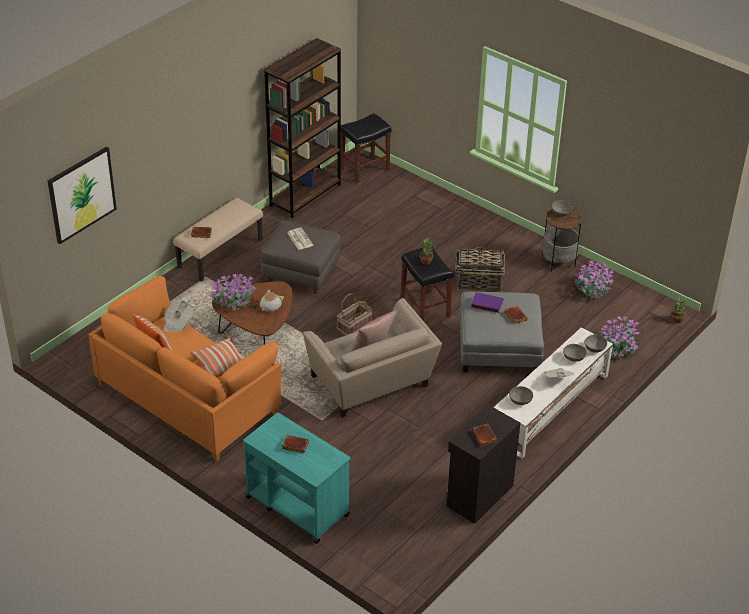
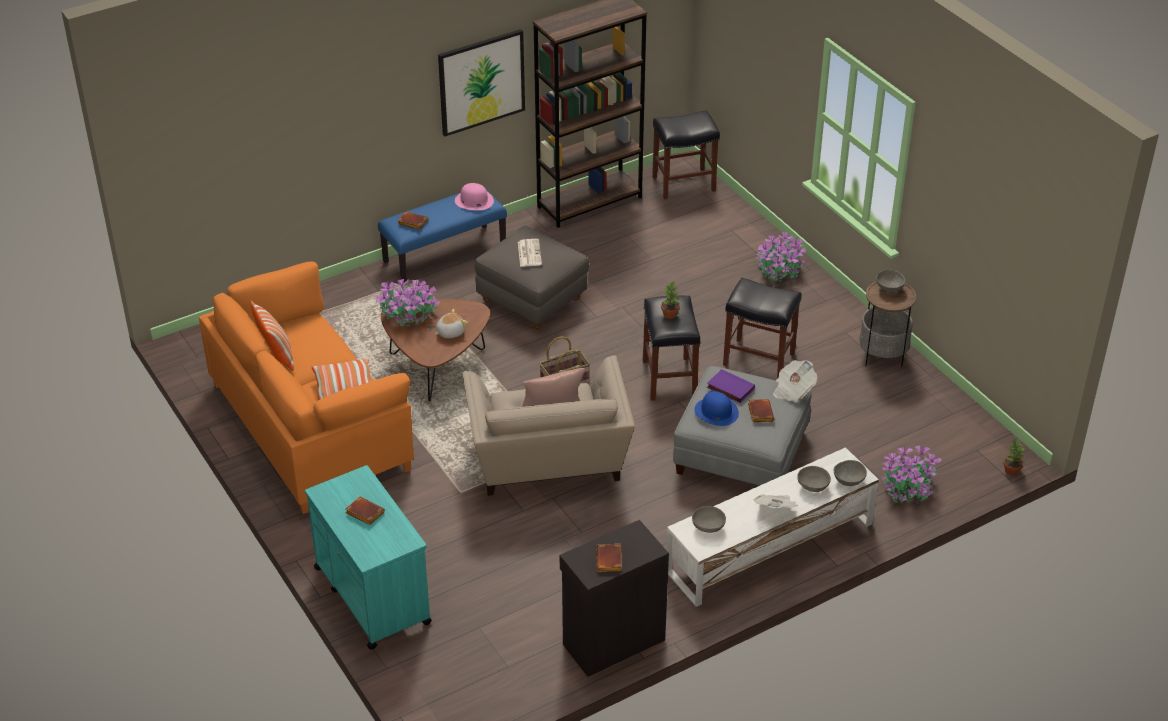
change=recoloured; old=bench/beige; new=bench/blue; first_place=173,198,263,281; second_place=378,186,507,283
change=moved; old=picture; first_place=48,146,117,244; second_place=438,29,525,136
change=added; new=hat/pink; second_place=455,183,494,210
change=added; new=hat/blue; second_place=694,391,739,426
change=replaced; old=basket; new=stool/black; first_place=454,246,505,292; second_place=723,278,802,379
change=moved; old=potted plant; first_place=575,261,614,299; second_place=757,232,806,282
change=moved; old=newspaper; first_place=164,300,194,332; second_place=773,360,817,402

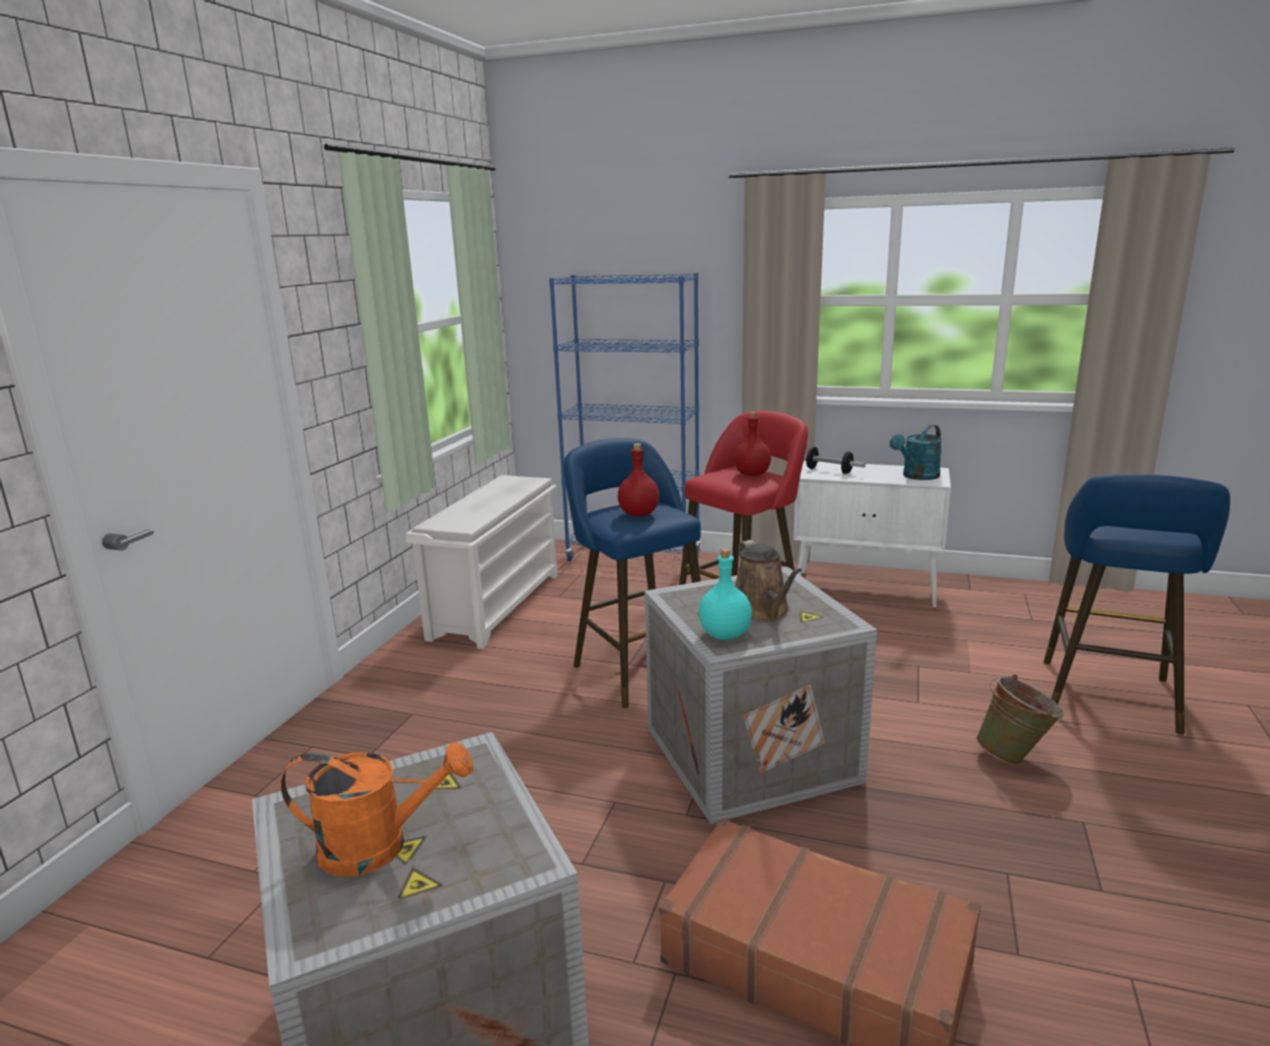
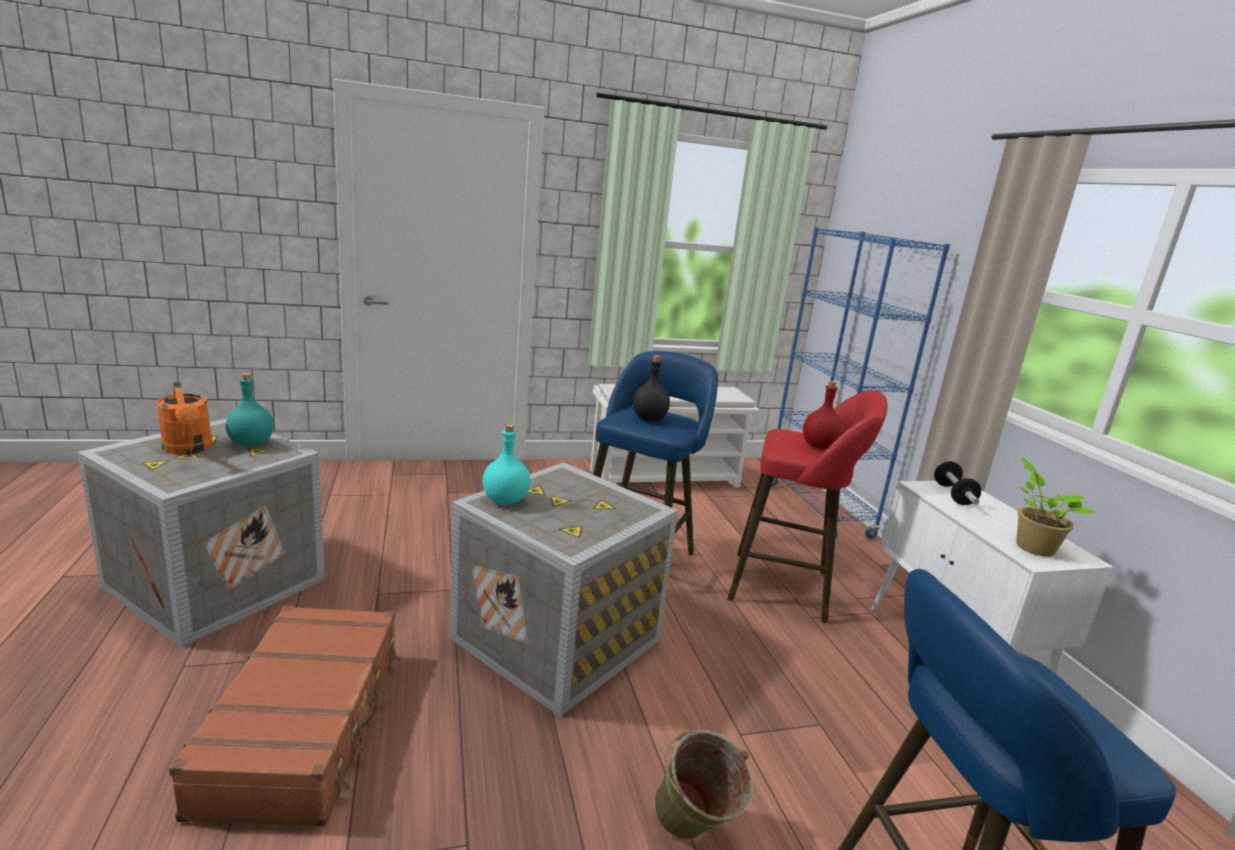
change=added; new=bottle/turquoise; second_place=226,373,274,447
change=recoloured; old=bottle/red; new=bottle/black; first_place=618,443,660,516; second_place=633,355,670,421
change=replaced; old=watering can/turquoise; new=potted plant; first_place=890,425,942,480; second_place=1016,457,1095,557
change=removed; old=watering can/brown; first_place=735,540,802,622

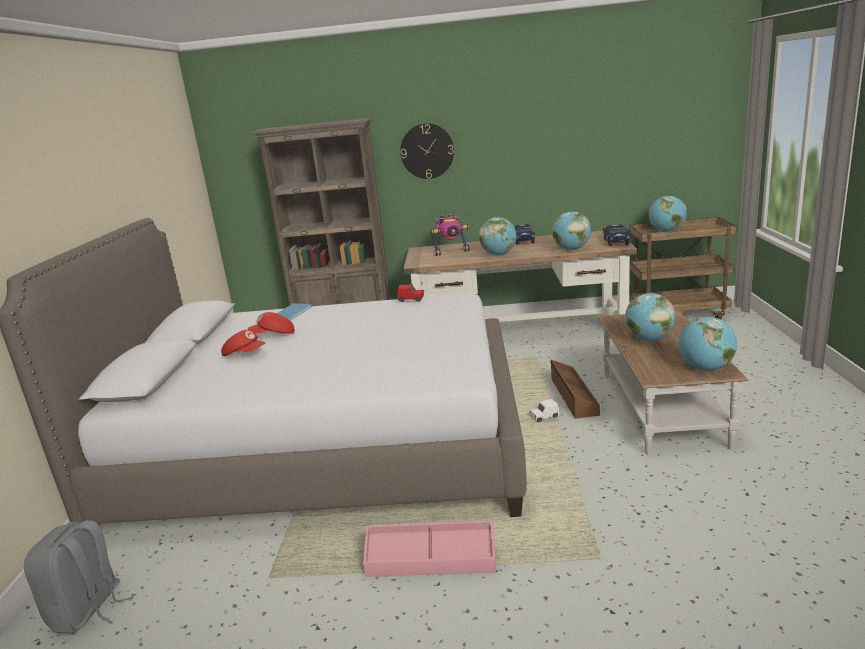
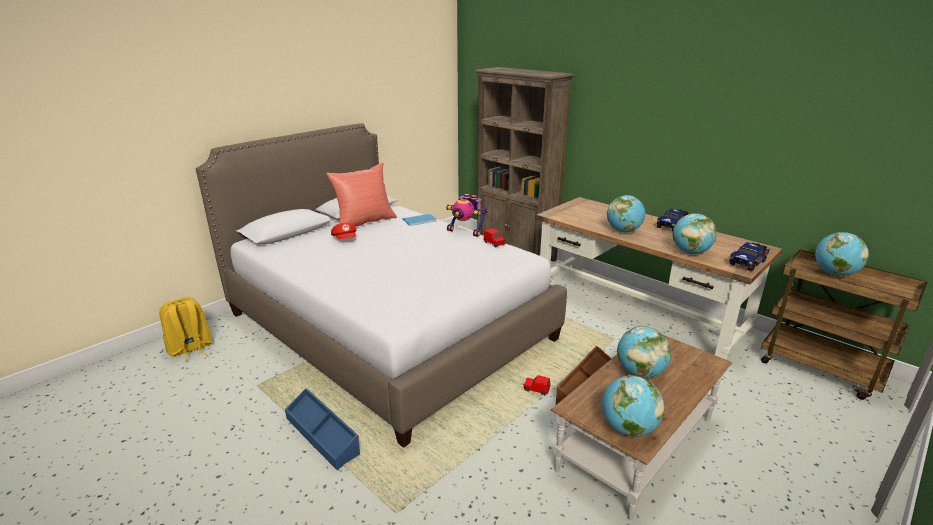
change=recoloured; old=backpack/grey; new=backpack/yellow; first_place=24,520,133,634; second_place=159,297,212,362
change=recoloured; old=storage box/pink; new=storage box/blue; first_place=363,520,496,577; second_place=285,388,360,470
change=added; new=pillow/red; second_place=326,162,397,227
change=moved; old=toy robot; first_place=429,214,470,256; second_place=446,194,488,237
change=recoloured; old=toy car/white; new=toy car/red; first_place=529,399,559,422; second_place=524,375,551,396
change=removed; old=cap/red; first_place=248,312,295,334
change=removed; old=wall clock; first_place=400,123,454,179

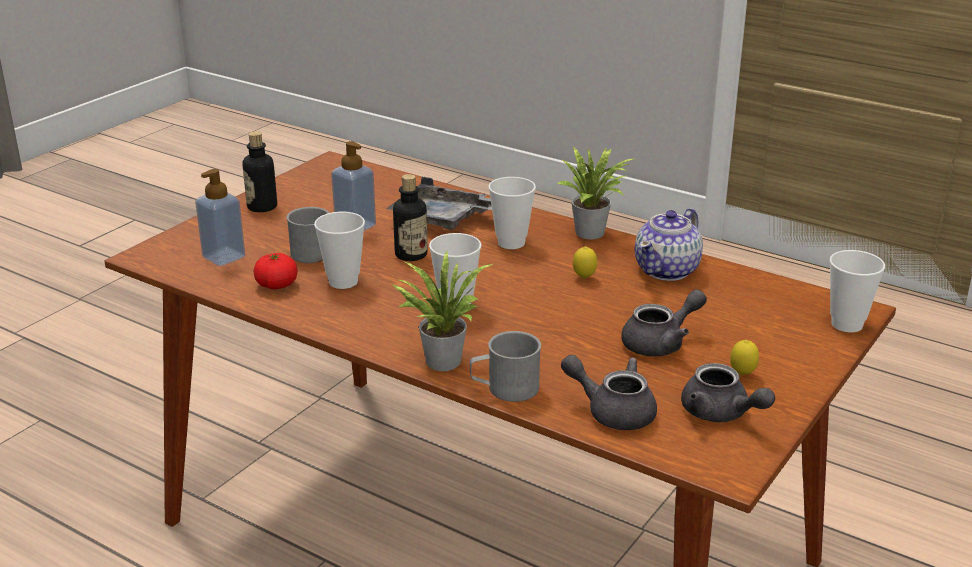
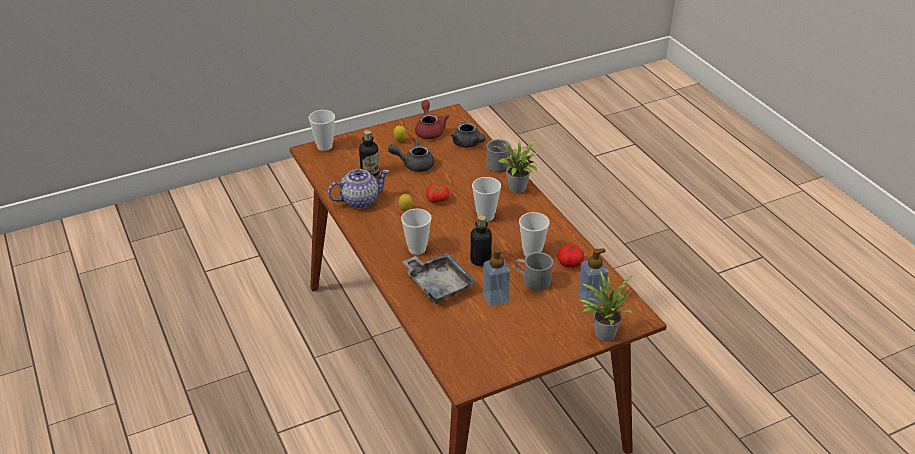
change=moved; old=bottle; first_place=242,131,277,212; second_place=359,130,379,177
change=recoloured; old=teapot/grey; new=teapot/red; first_place=681,363,775,422; second_place=415,100,449,139
change=added; new=tomato; second_place=426,183,449,203
change=moved; old=potted plant; first_place=557,146,635,239; second_place=578,271,633,341

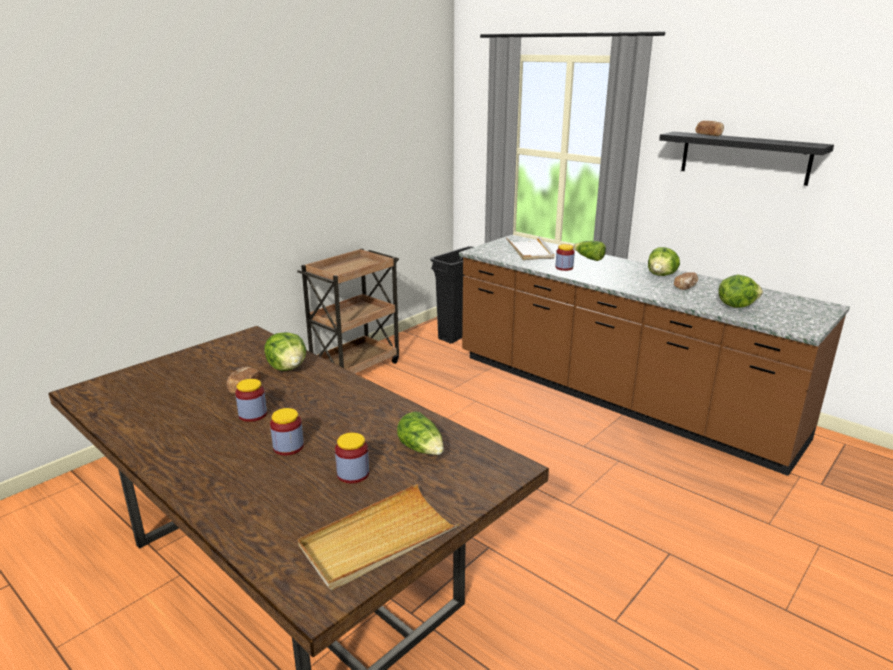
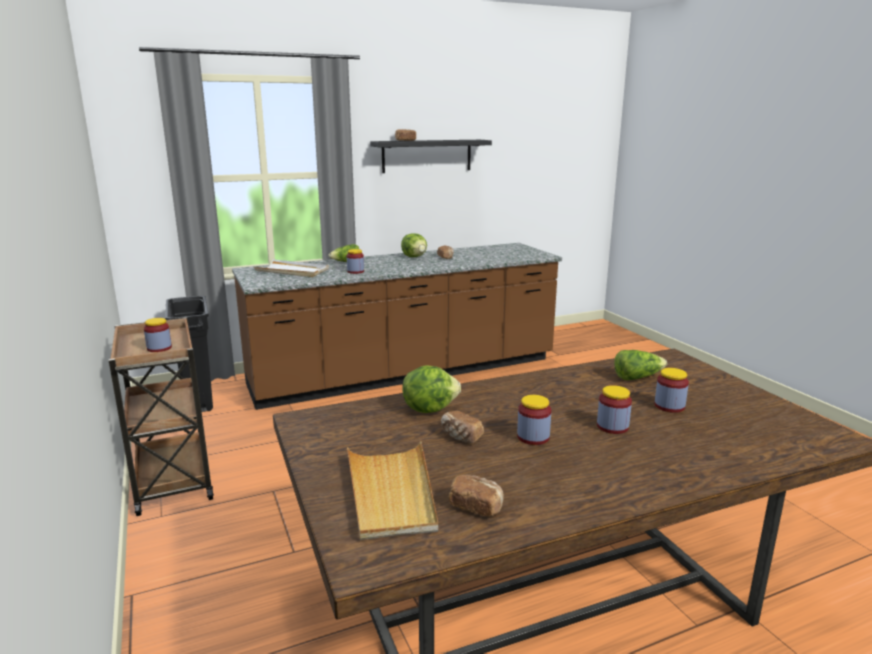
change=added; new=jar; second_place=144,318,172,352
change=moved; old=tray/beige; first_place=298,484,460,590; second_place=347,441,438,540
change=added; new=bread; second_place=448,475,504,517
change=removed; old=lettuce; first_place=718,275,763,308

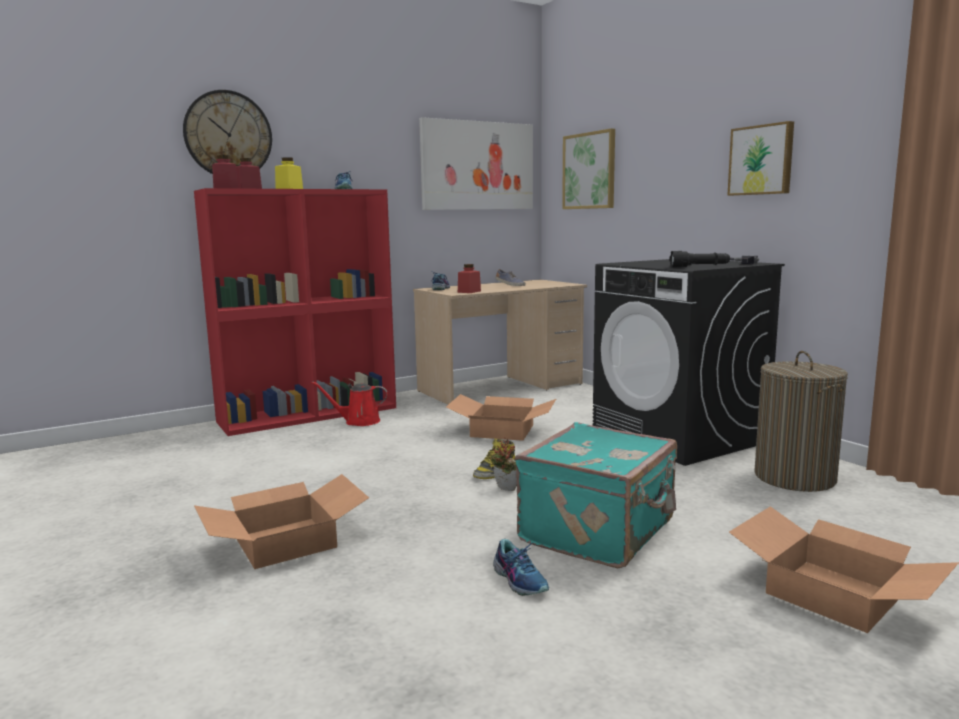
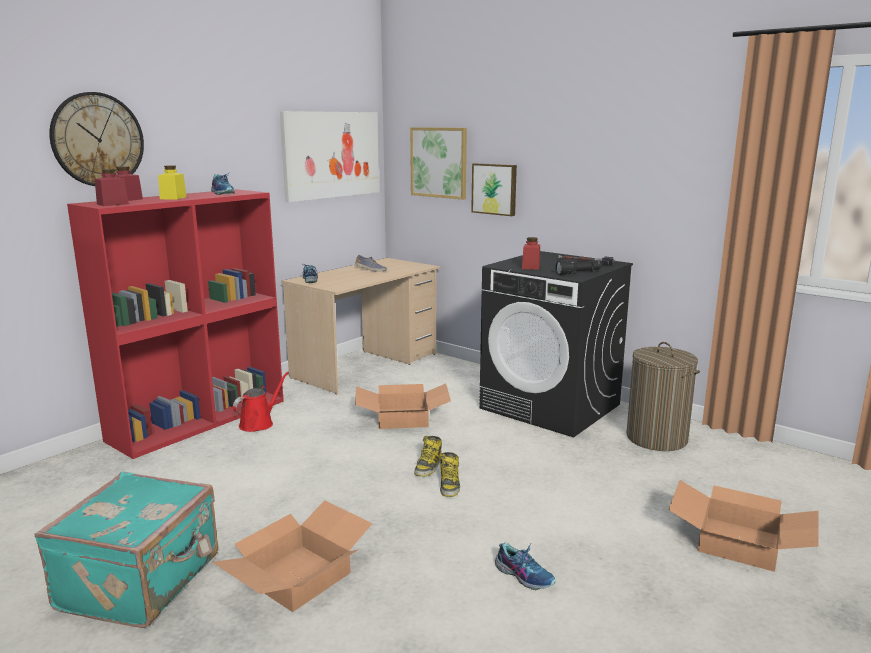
change=moved; old=suitcase/turquoise; first_place=515,422,677,568; second_place=35,472,218,628
change=turned; old=watering can/red; first_place=312,382,388,426; second_place=233,372,289,432; degrees=150
change=replaced; old=potted plant; new=boot; first_place=490,437,517,491; second_place=439,452,460,497
change=moved; old=picture; first_place=727,121,794,196; second_place=471,163,517,216
change=moved; old=jar/red; first_place=458,264,481,293; second_place=522,237,540,270

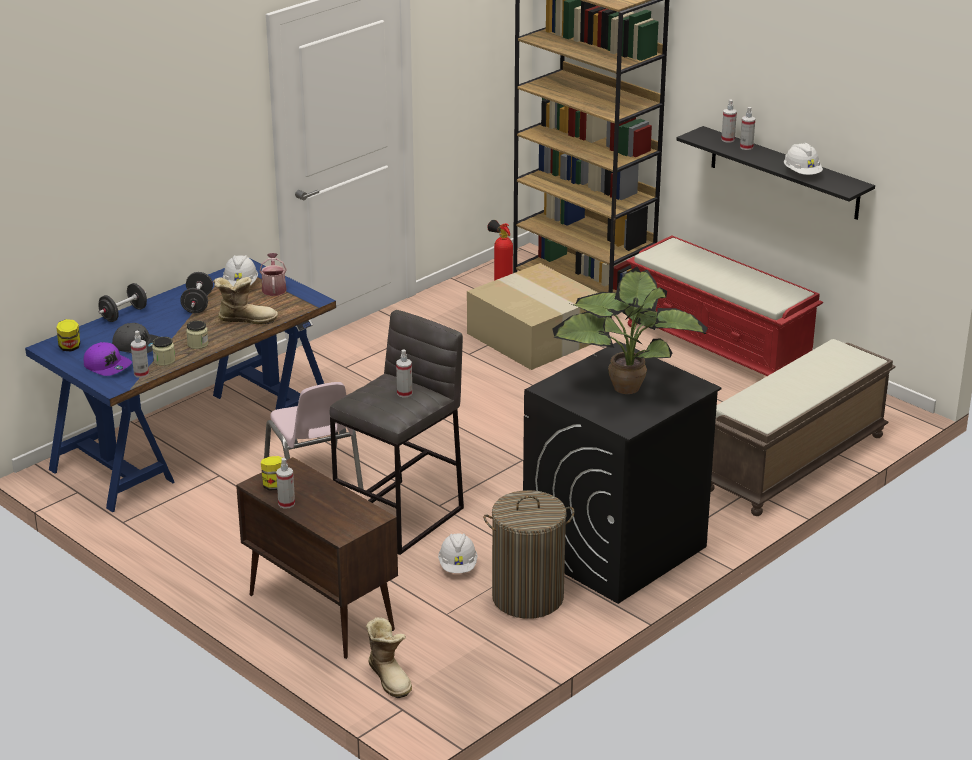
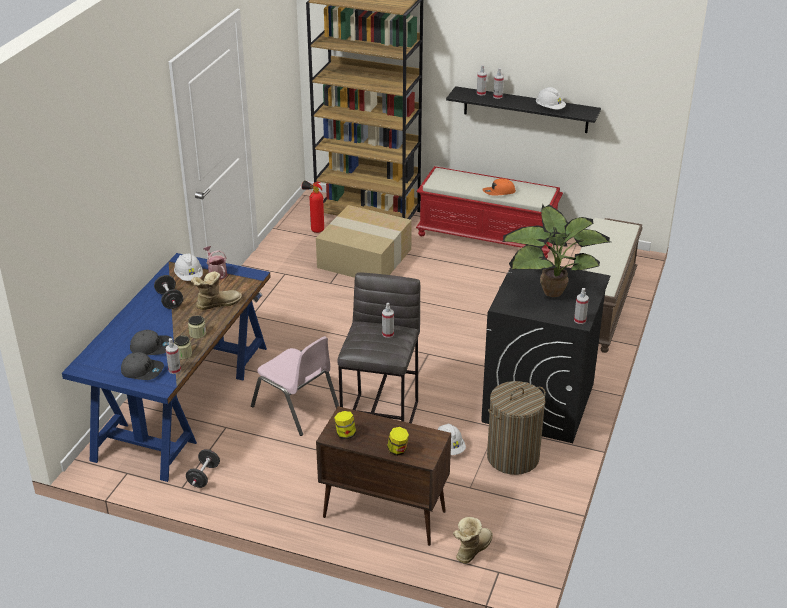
change=recoloured; old=cap/purple; new=cap/grey; first_place=84,342,132,376; second_place=121,352,164,380
change=moved; old=dumbbell/black; first_place=98,283,147,322; second_place=186,449,220,488
change=moved; old=jar; first_place=56,319,80,351; second_place=387,427,409,456
change=turned; old=boot; first_place=366,617,412,698; second_place=453,517,493,564; degrees=-90
change=added; new=cap/orange; second_place=482,178,516,196
change=moved; old=spray bottle; first_place=276,458,295,509; second_place=574,288,589,324

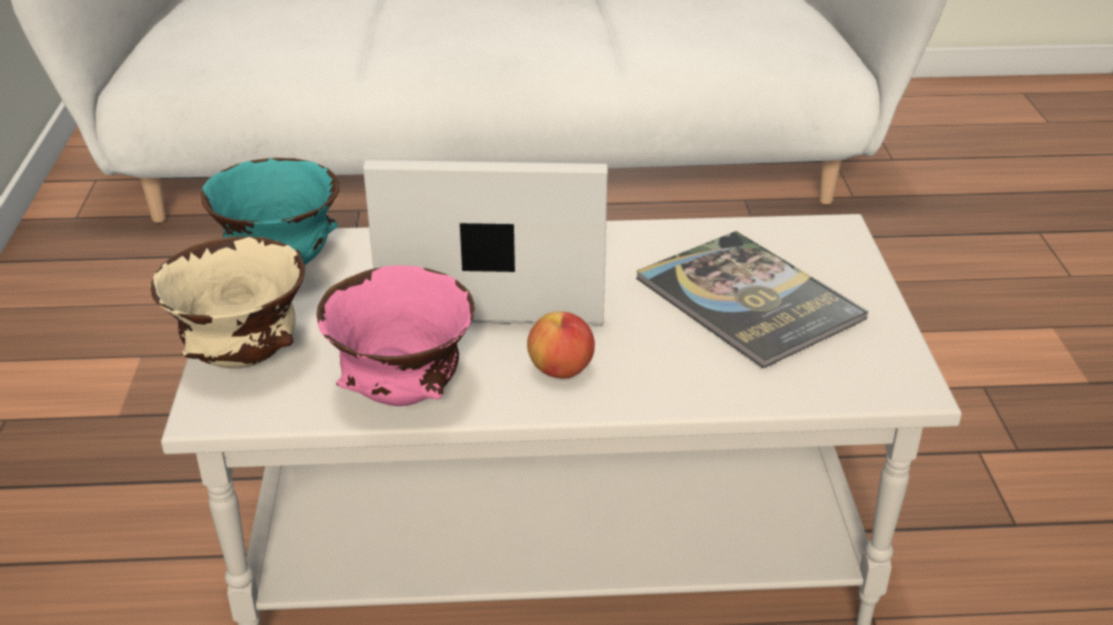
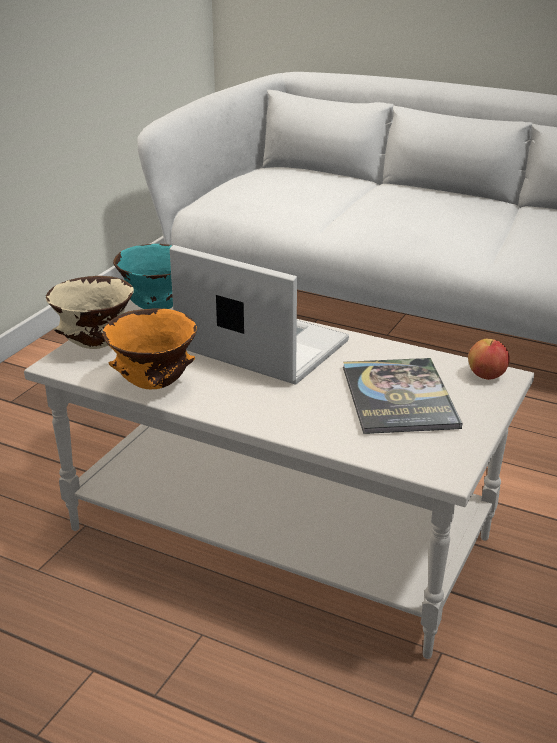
change=recoloured; old=bowl/pink; new=bowl/orange; first_place=317,265,475,406; second_place=103,308,197,389
change=moved; old=apple; first_place=527,312,595,378; second_place=468,338,510,380

